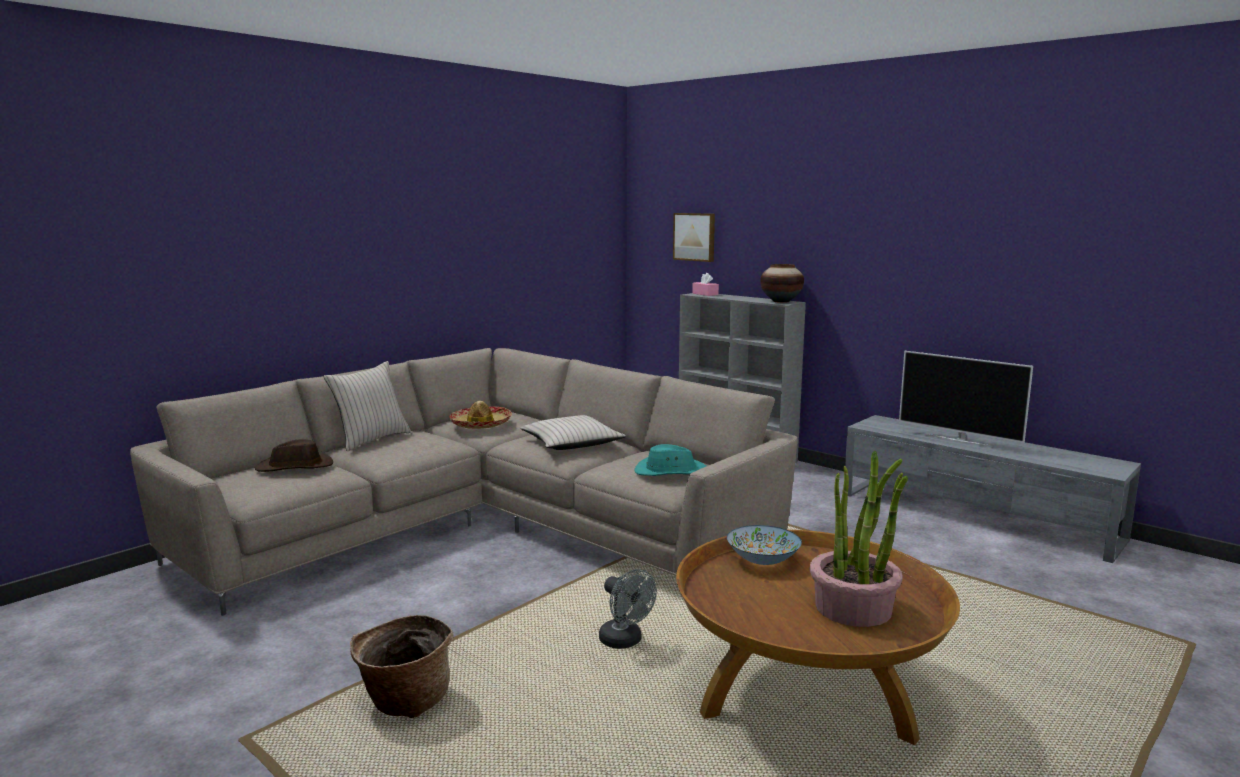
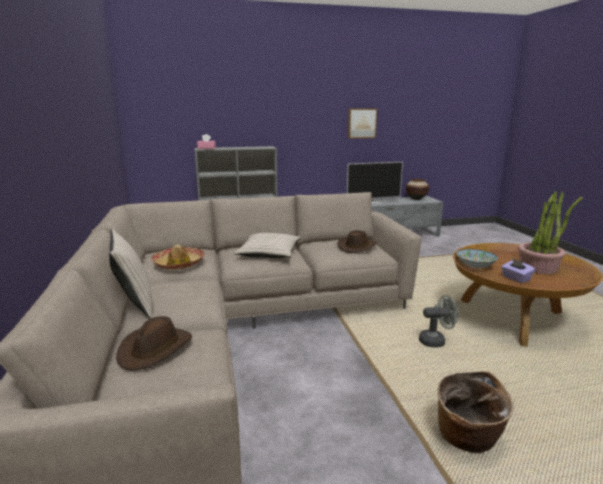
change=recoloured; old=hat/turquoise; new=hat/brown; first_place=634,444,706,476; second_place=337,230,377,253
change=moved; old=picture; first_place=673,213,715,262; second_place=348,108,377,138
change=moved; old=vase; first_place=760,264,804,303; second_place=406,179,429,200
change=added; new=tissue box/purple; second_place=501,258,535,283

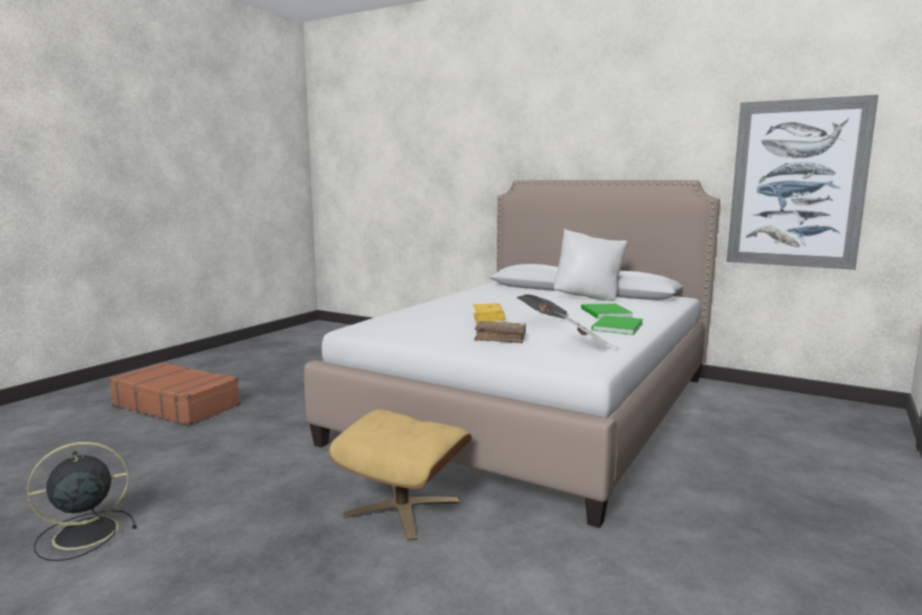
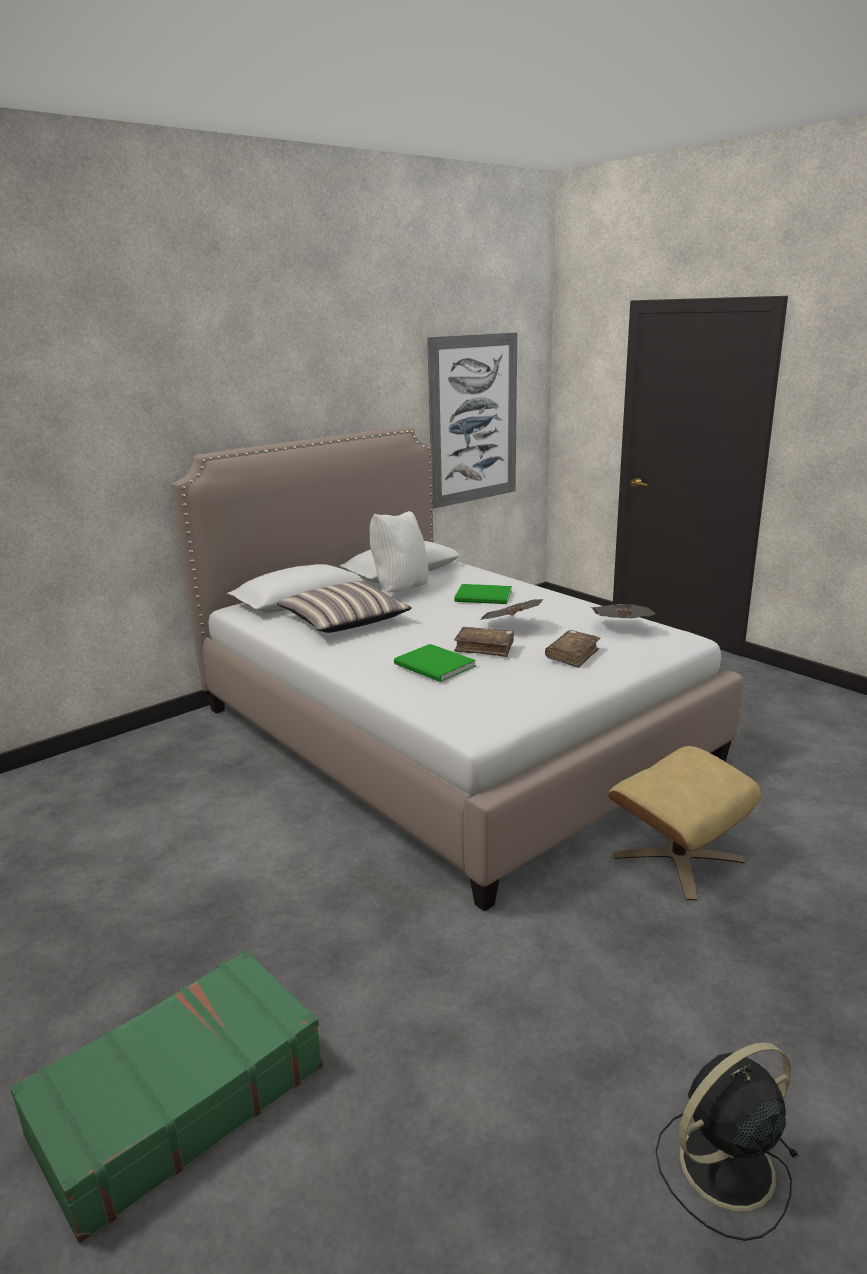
change=recoloured; old=suitcase/brown; new=suitcase/green; first_place=109,362,240,426; second_place=10,949,323,1243
change=added; new=pillow; second_place=277,581,412,633
change=moved; old=book/green; first_place=591,315,643,335; second_place=394,644,476,682
change=recoloured; old=book/yellow; new=book/brown; first_place=473,303,505,324; second_place=454,627,514,657
change=turned; old=fan/black; first_place=27,442,137,561; second_place=655,1042,799,1241; degrees=75

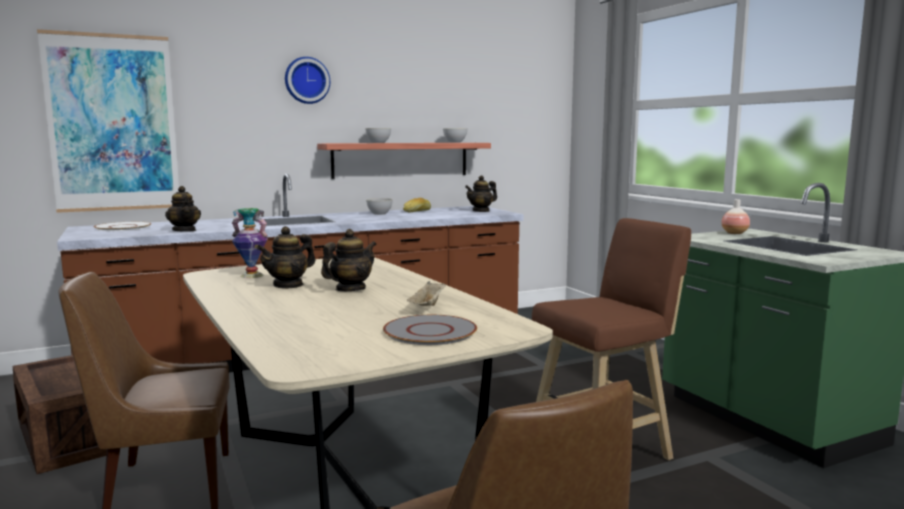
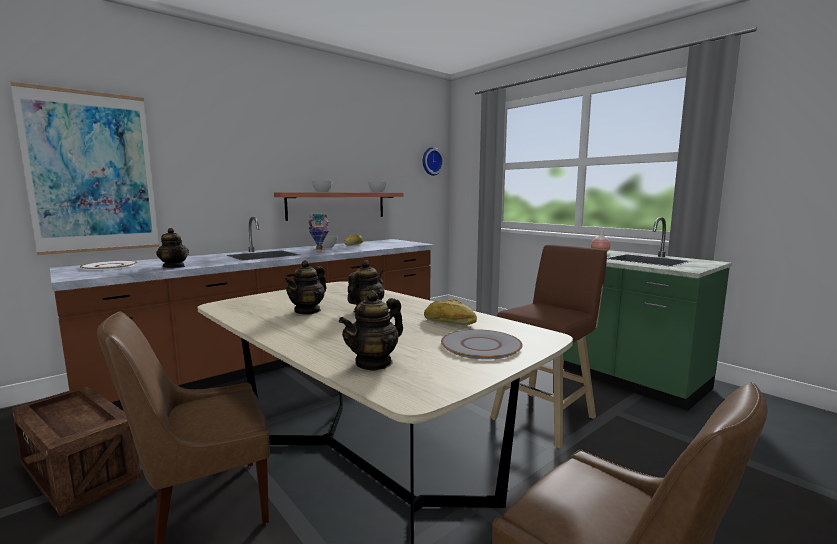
change=moved; old=vase; first_place=232,208,268,278; second_place=308,214,329,252
change=moved; old=teapot; first_place=465,175,497,212; second_place=339,290,403,371
change=moved; old=wall clock; first_place=285,57,330,104; second_place=423,147,444,176
change=replaced; old=tray/beige; new=bread; first_place=407,281,446,306; second_place=424,299,477,325

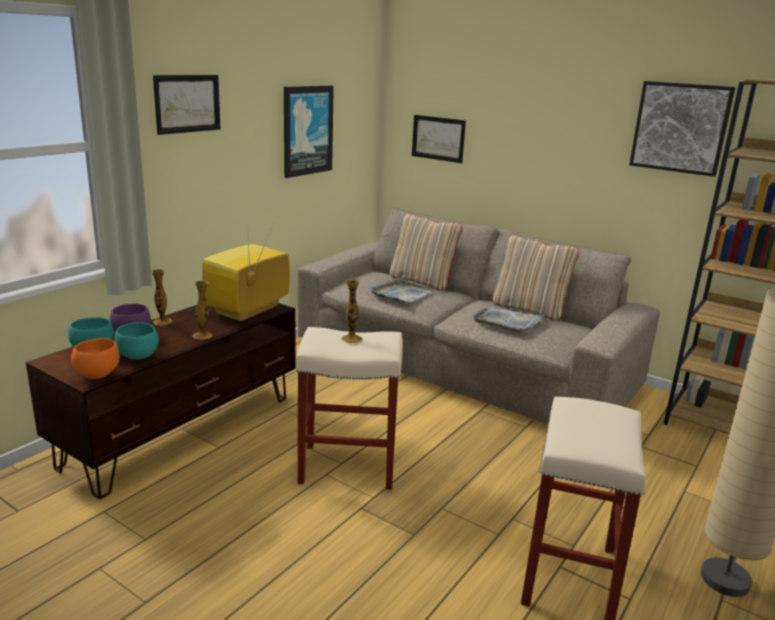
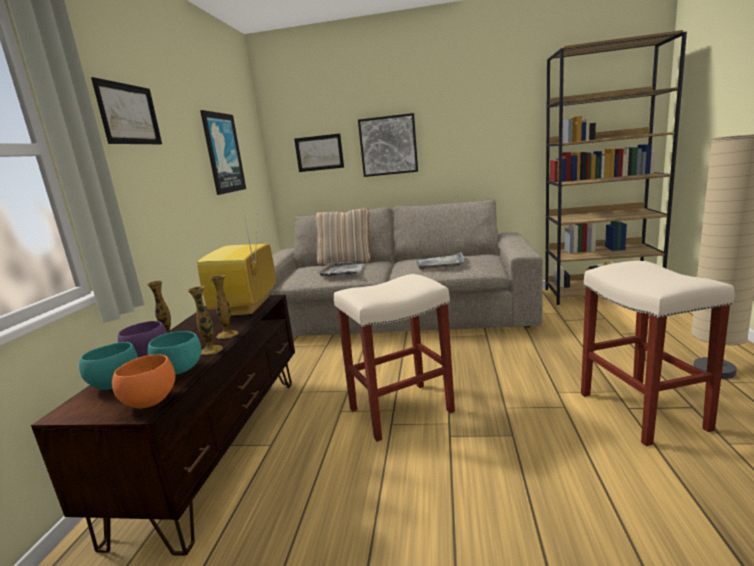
change=moved; old=vase; first_place=341,279,362,343; second_place=187,286,223,355
change=moved; old=picture; first_place=629,81,735,177; second_place=358,113,418,177
change=removed; old=pillow/beige; first_place=493,234,579,321

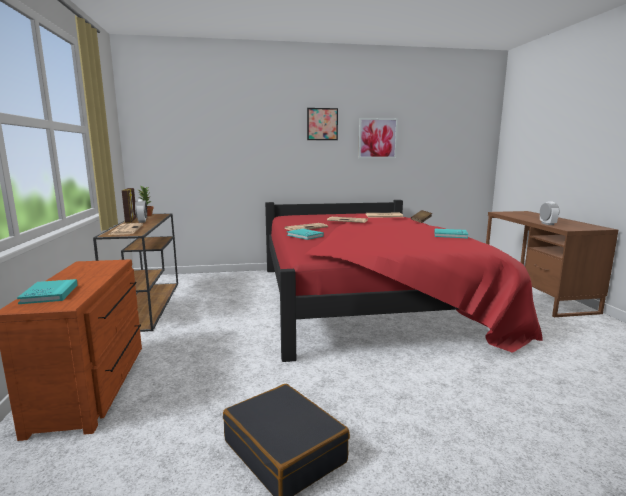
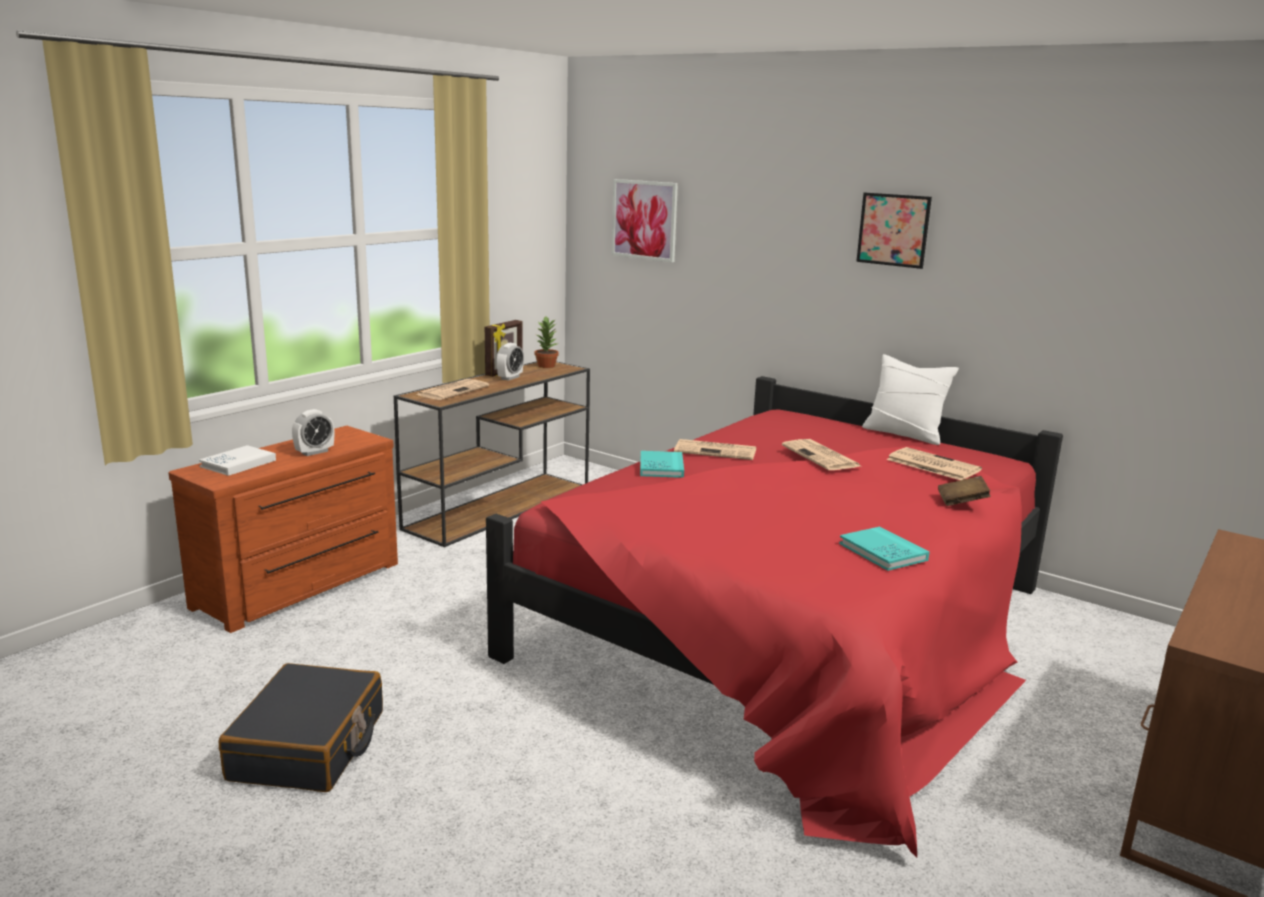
change=recoloured; old=book/turquoise; new=book/white; first_place=17,279,78,304; second_place=199,445,276,476
change=moved; old=alarm clock; first_place=540,201,559,225; second_place=292,409,334,456
change=moved; old=picture; first_place=358,118,398,159; second_place=612,179,678,263
change=added; new=pillow/white; second_place=862,354,959,445

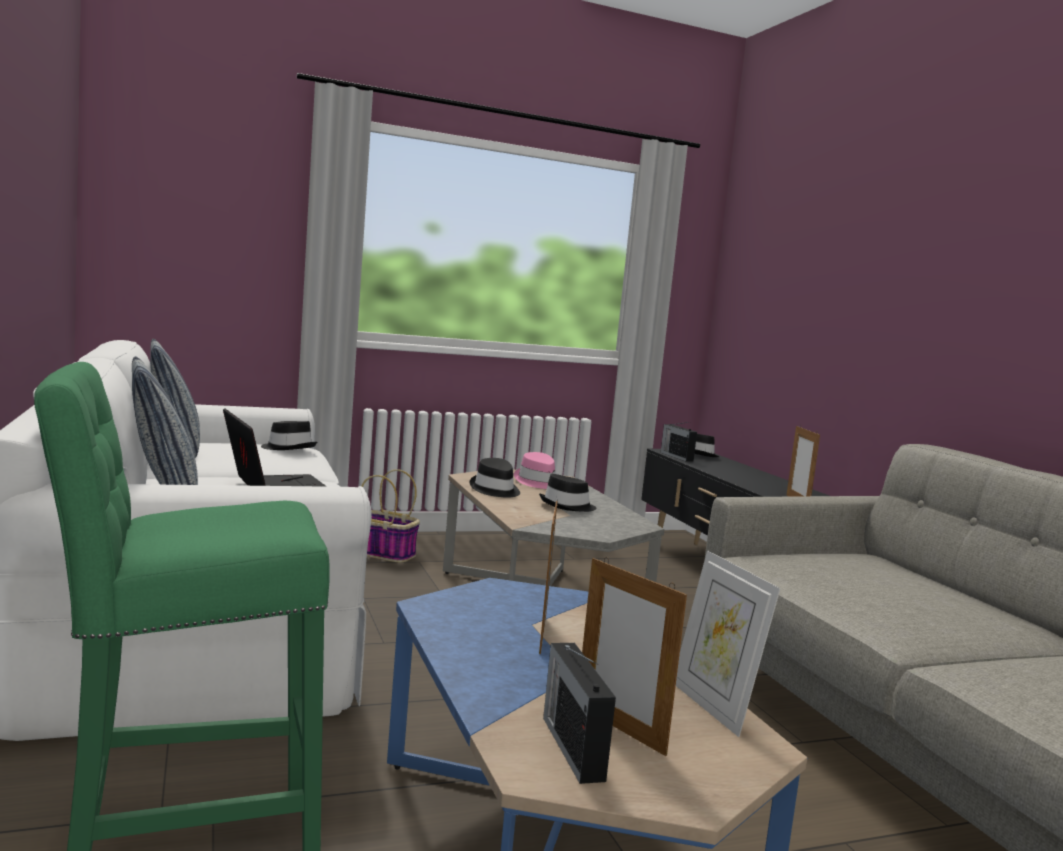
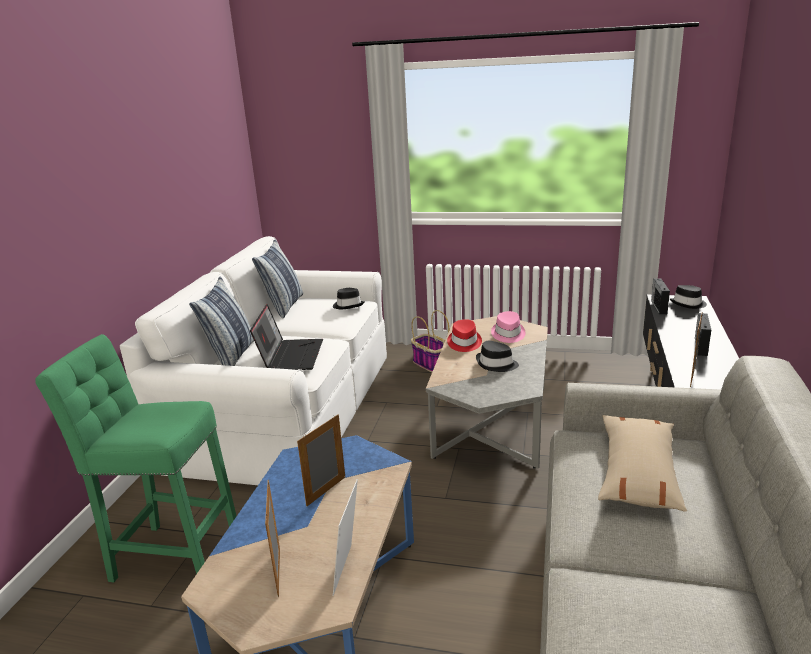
change=recoloured; old=hat/black; new=hat/red; first_place=470,458,520,497; second_place=447,319,482,352
change=added; new=pillow/beige; second_place=598,415,687,512
change=moved; old=radio; first_place=543,643,616,784; second_place=695,313,711,356

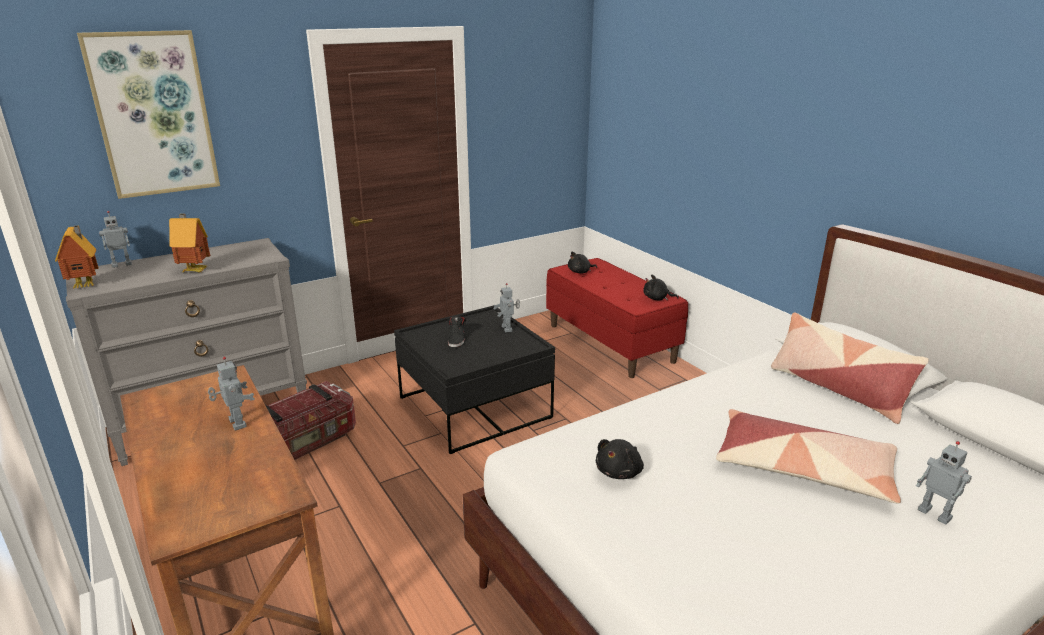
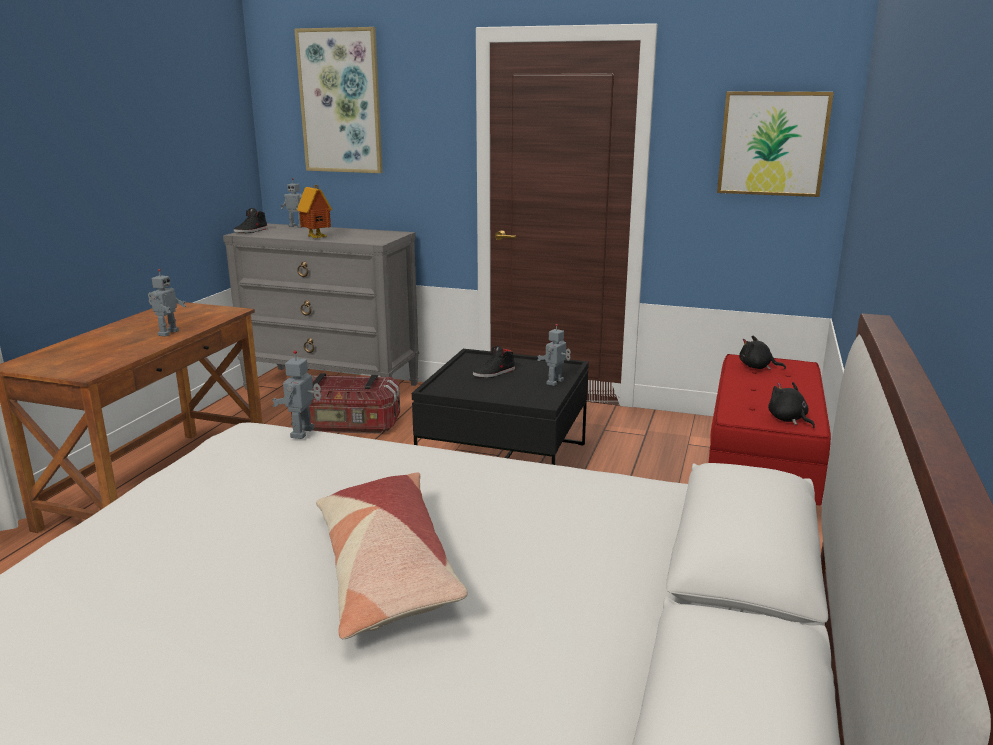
change=replaced; old=toy house; new=shoe/black; first_place=55,225,98,289; second_place=234,208,268,233
change=moved; old=toy robot; first_place=916,441,972,525; second_place=272,350,321,439
change=added; new=picture; second_place=717,91,834,197
change=removed; old=plush toy/black; first_place=596,439,644,479
change=removed; old=pillow; first_place=771,312,929,424

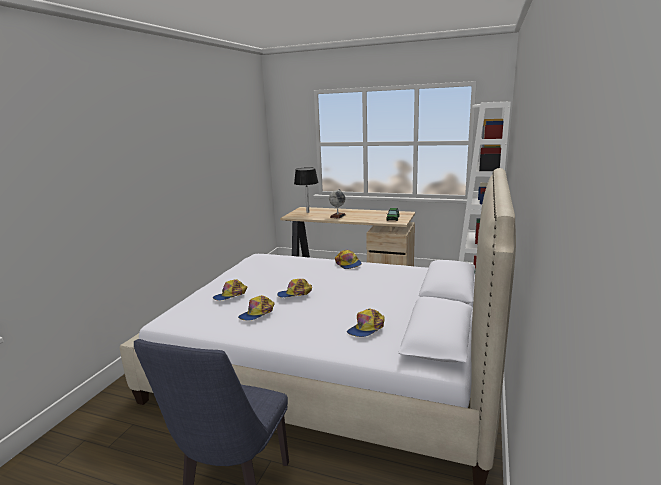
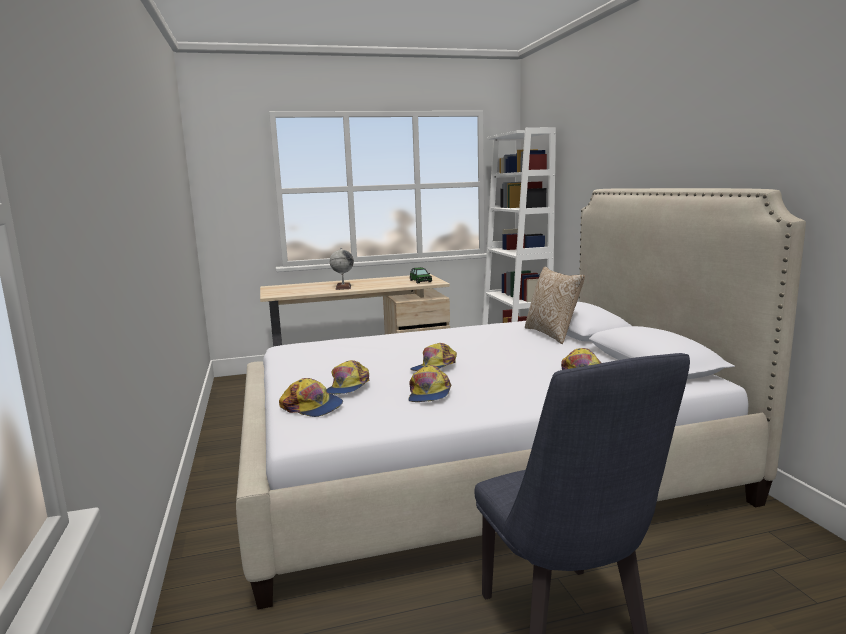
change=moved; old=cap; first_place=335,250,362,269; second_place=279,378,343,417
change=added; new=pillow; second_place=525,267,585,344
change=removed; old=table lamp/black; first_place=294,167,318,213

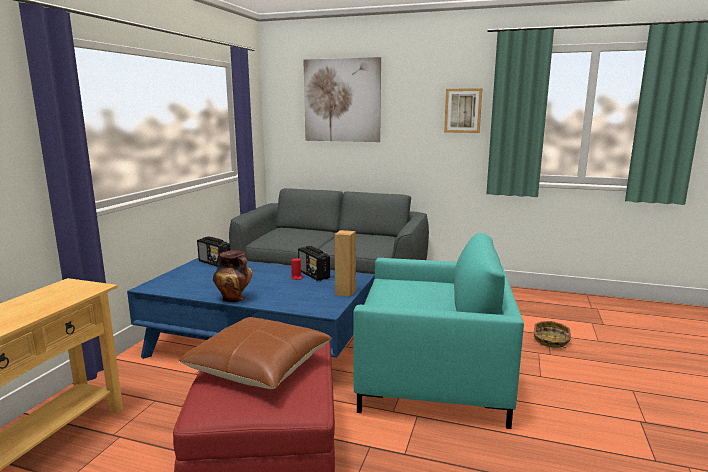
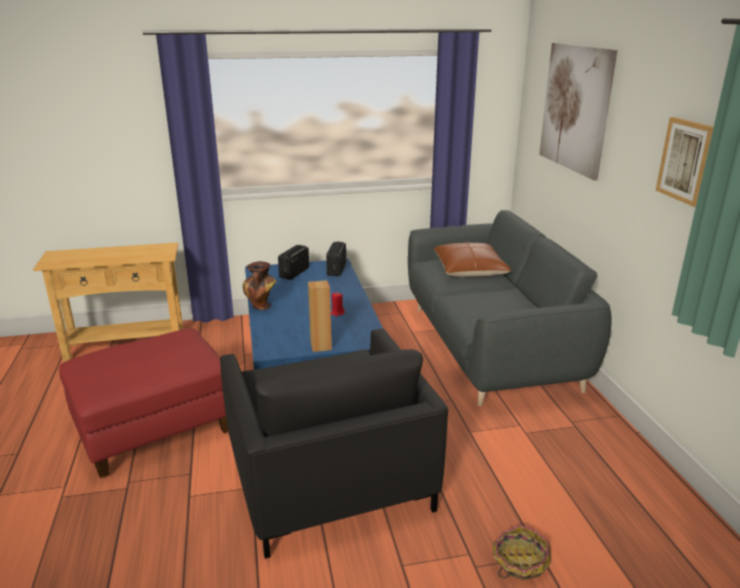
change=recoloured; old=armchair/turquoise; new=armchair/black; first_place=353,233,524,429; second_place=220,329,448,559
change=moved; old=radio; first_place=298,246,330,281; second_place=278,245,309,280
change=moved; old=pillow/brown; first_place=179,317,332,389; second_place=434,242,511,277

